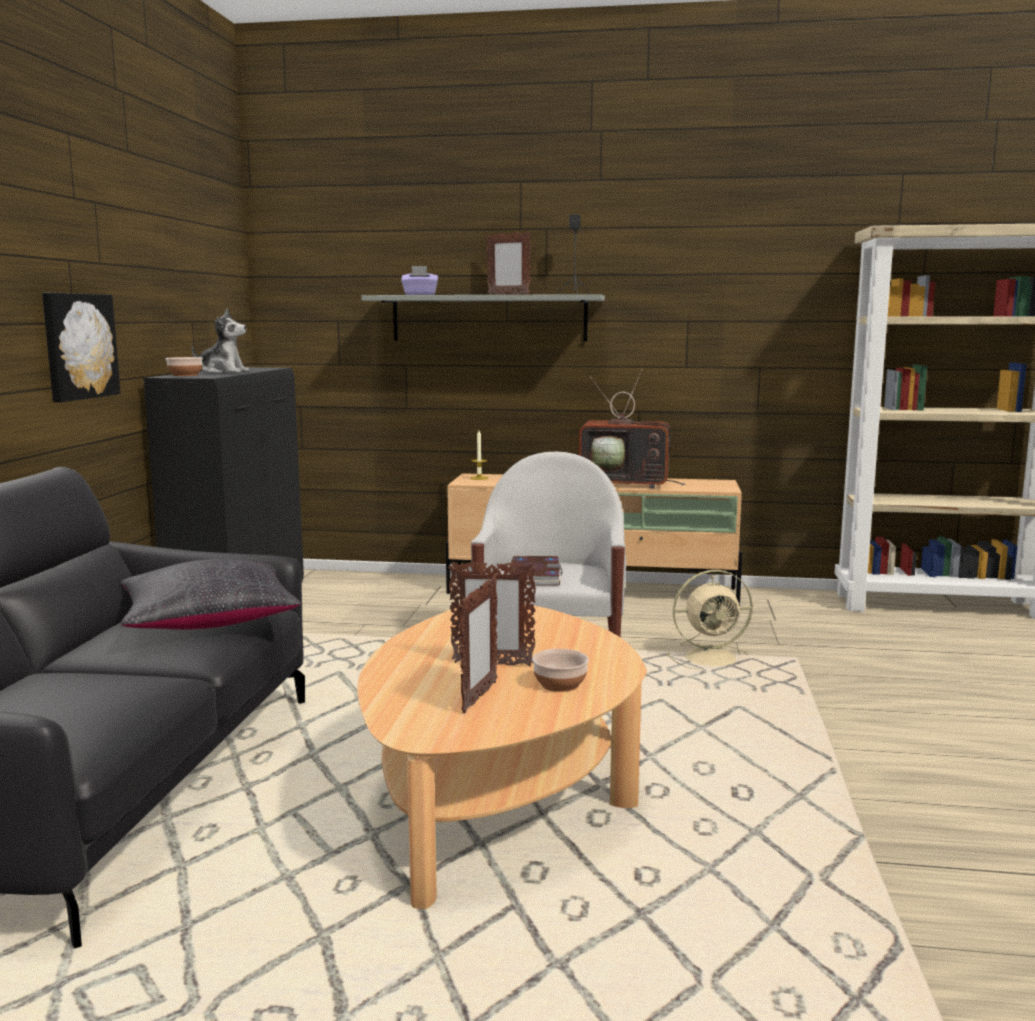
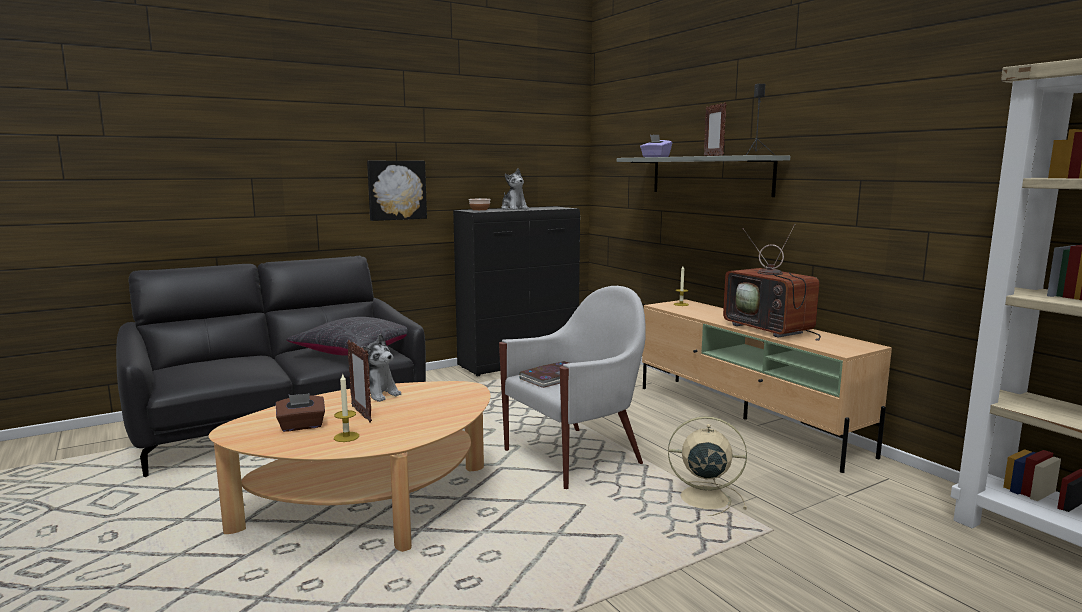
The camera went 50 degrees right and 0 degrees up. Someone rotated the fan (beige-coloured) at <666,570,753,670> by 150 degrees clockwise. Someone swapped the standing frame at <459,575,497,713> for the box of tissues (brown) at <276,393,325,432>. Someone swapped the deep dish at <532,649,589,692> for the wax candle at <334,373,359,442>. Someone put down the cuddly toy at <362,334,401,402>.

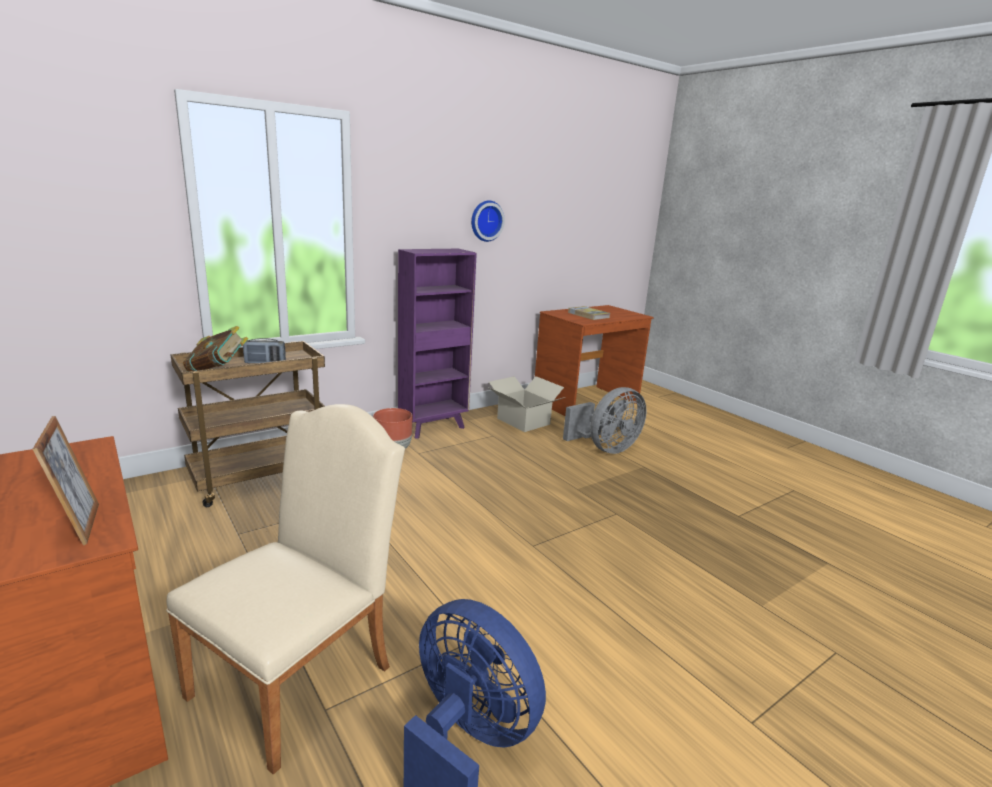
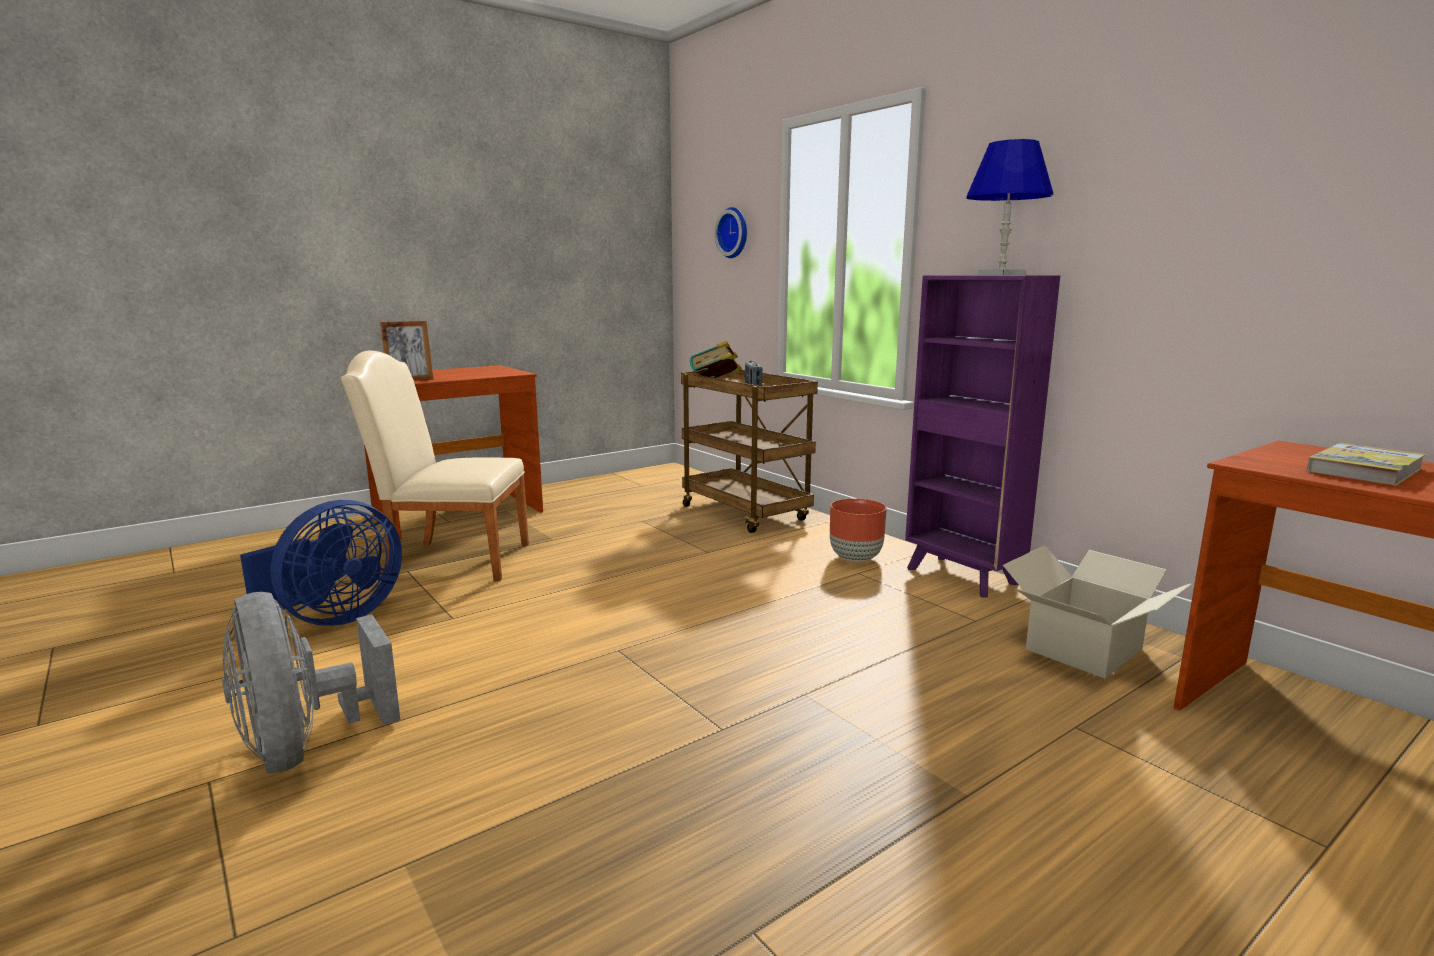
The camera went 90 degrees right and 5 degrees down. Someone carried the wall clock from <471,200,505,242> to <714,207,747,258>. Someone carried the fan (grey) from <563,387,647,454> to <222,592,400,773>. Someone rotated the plain chair (beige-coloured) at <166,404,405,775> by 150 degrees clockwise. Someone put down the tabletop lamp (blue-coloured) at <966,139,1053,275>.

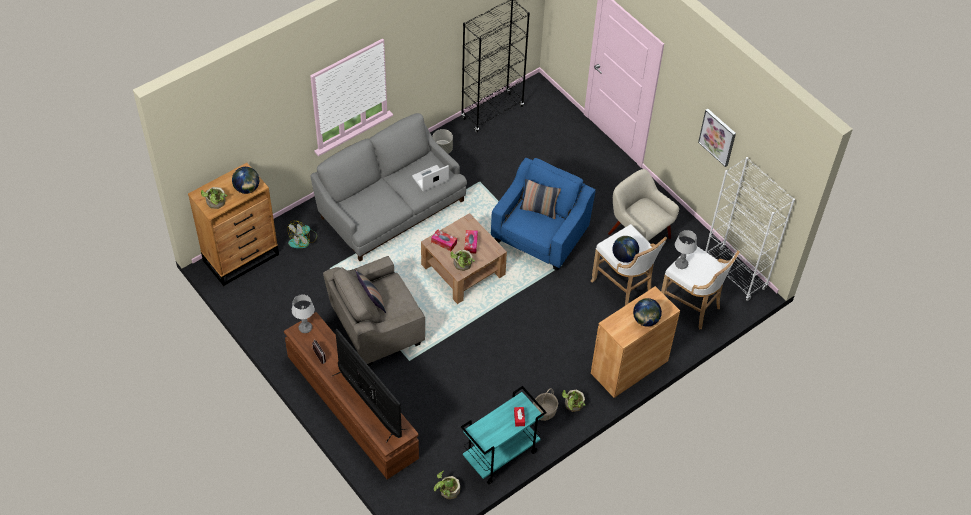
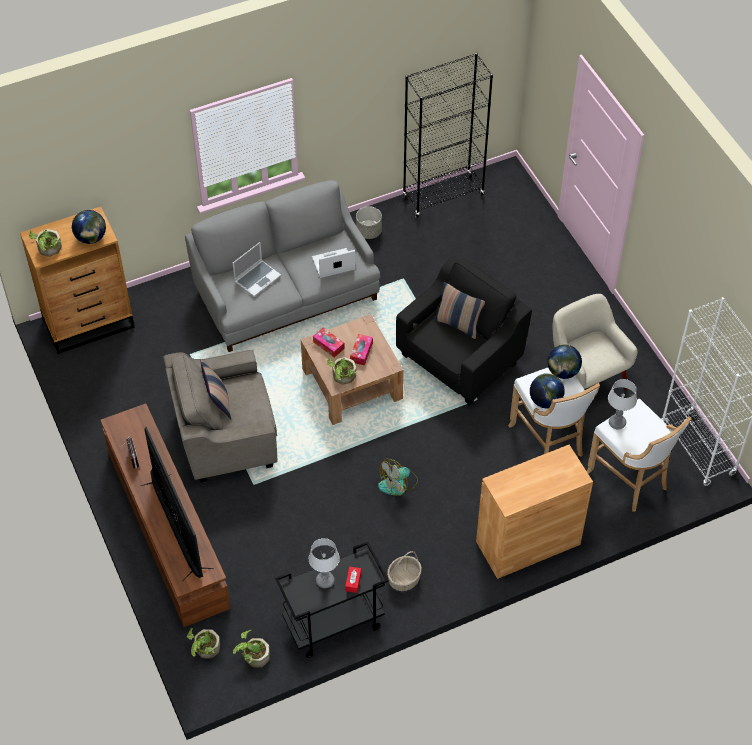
The camera went 15 degrees right and 0 degrees up. Someone took away the picture at <698,109,736,167>. Someone repainted the lounge chair (blue-coloured) at <491,158,596,271>, which became the lounge chair (black) at <396,256,532,405>. Someone carried the fan from <288,221,317,248> to <378,459,418,496>. Someone carried the tabletop lamp from <292,294,315,333> to <309,538,340,588>. Someone carried the globe from <633,298,662,327> to <547,344,582,379>. Someone repainted the wheeled cart (turquoise) at <461,386,547,484>, which became the wheeled cart (black) at <275,541,389,658>. Someone carried the houseplant from <562,390,586,412> to <187,628,220,658>. Someone put down the laptop at <233,242,281,297>.

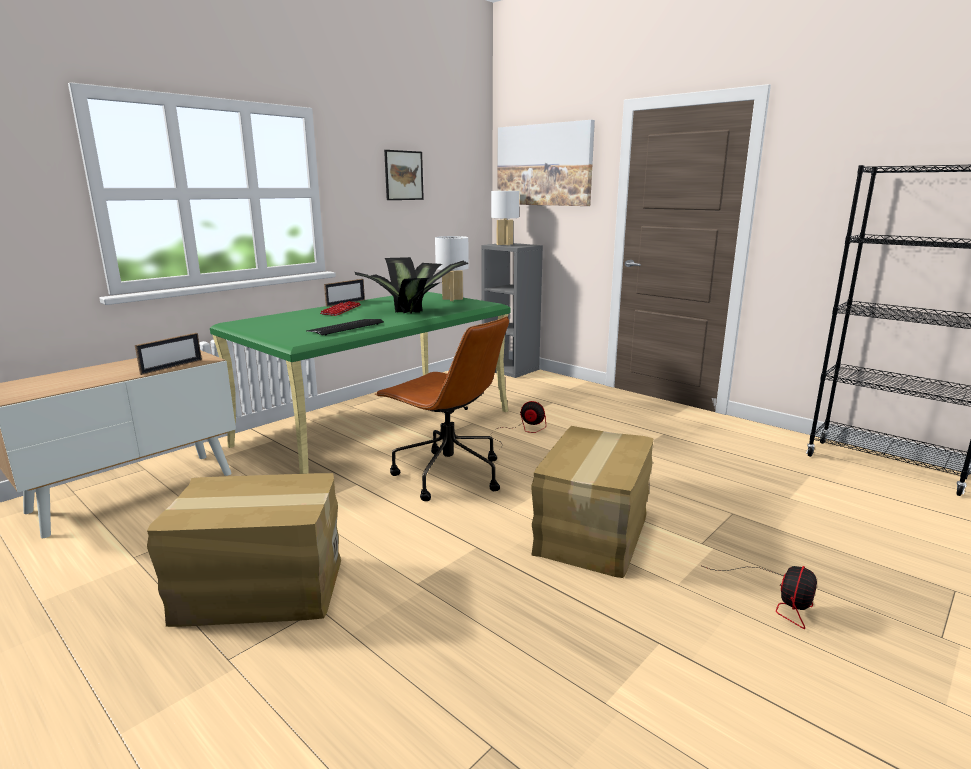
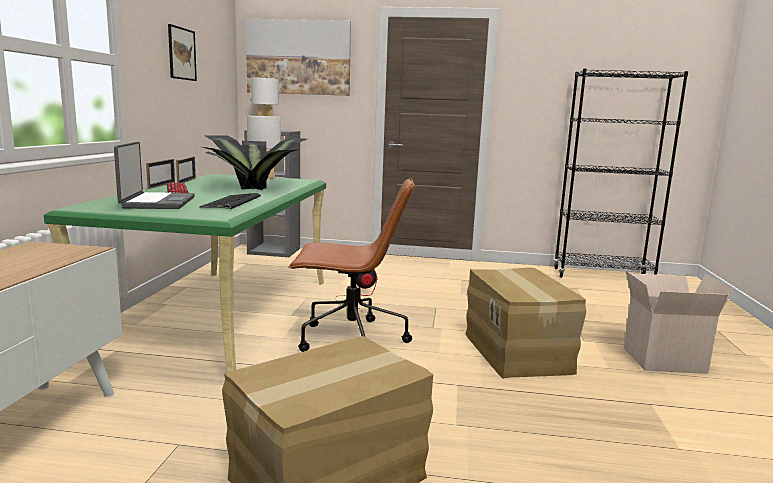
The camera went 35 degrees left and 5 degrees down. Someone carried the standing frame from <135,333,202,375> to <176,157,196,185>. Someone swapped the fan at <702,566,817,629> for the cardboard box at <624,270,734,374>. Someone put down the laptop at <114,142,195,209>.

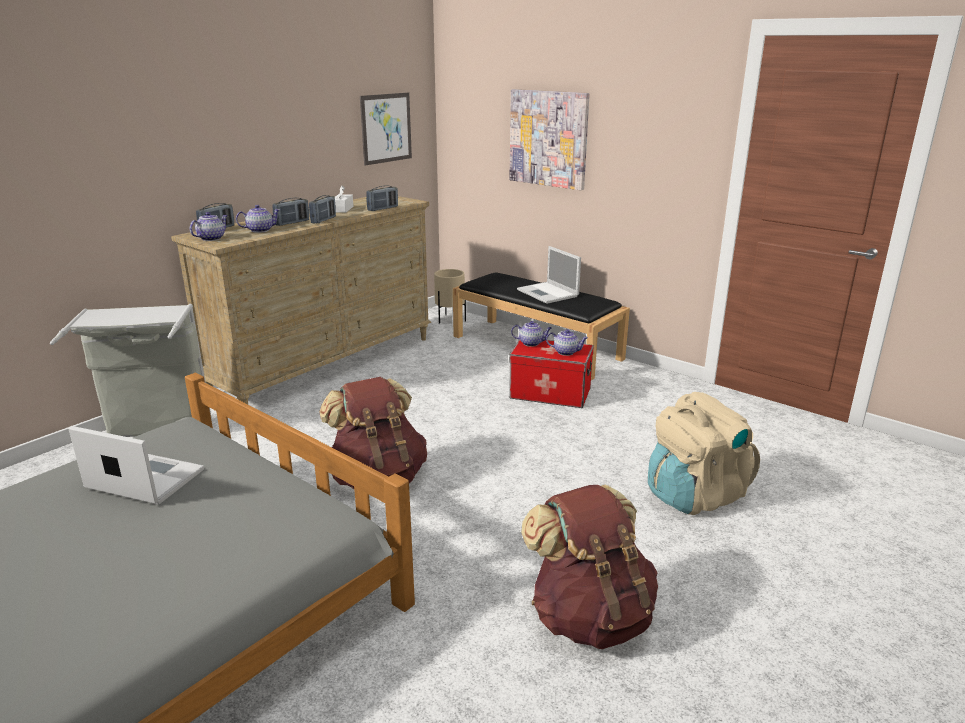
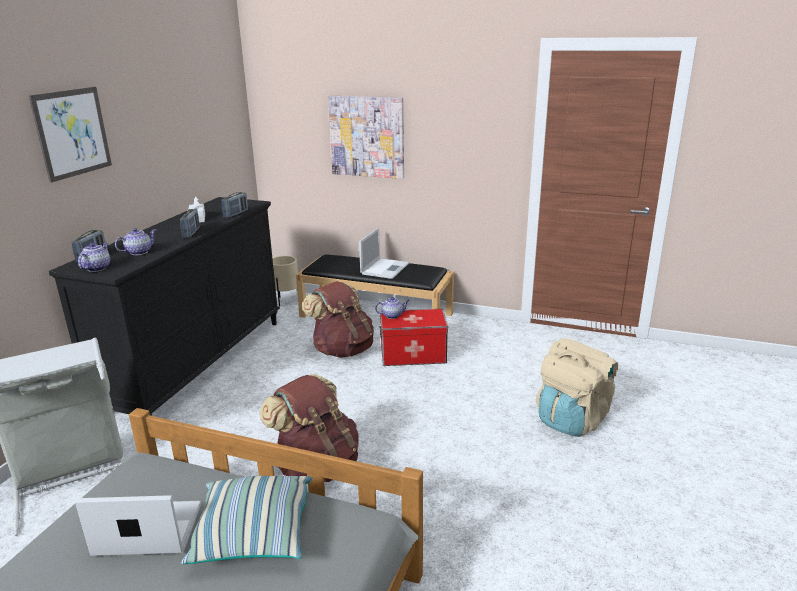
The camera went 20 degrees left and 0 degrees up. Someone carried the picture from <360,93,412,166> to <29,87,112,183>. Someone repainted the dresser (beige-coloured) at <171,196,432,404>, which became the dresser (black) at <49,197,280,416>. Someone took away the radio set at <272,198,309,226>. Someone rotated the laptop at <517,246,581,304> by 105 degrees counterclockwise. Someone took away the pot for tea at <546,329,588,356>. Someone carried the knapsack (brown) from <521,485,658,649> to <302,281,374,358>. Someone put down the throw pillow at <181,476,312,564>.

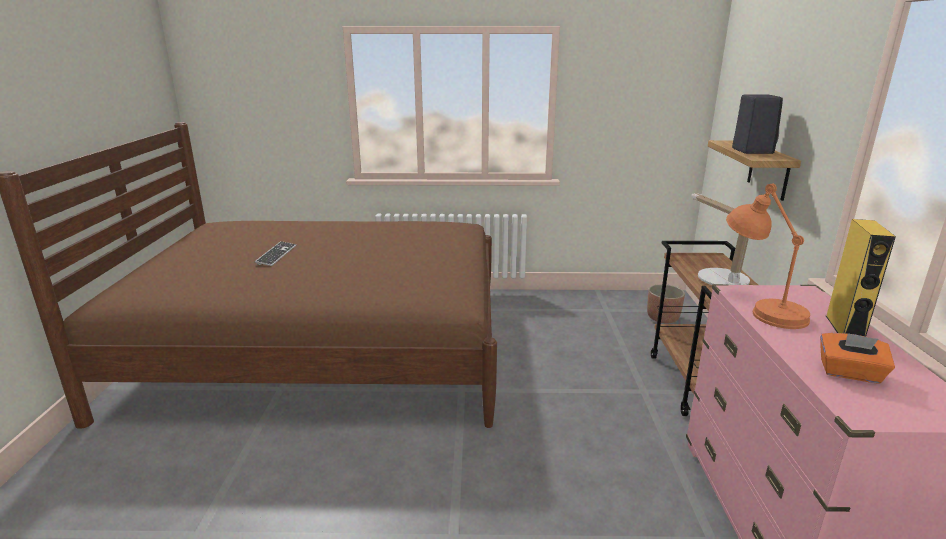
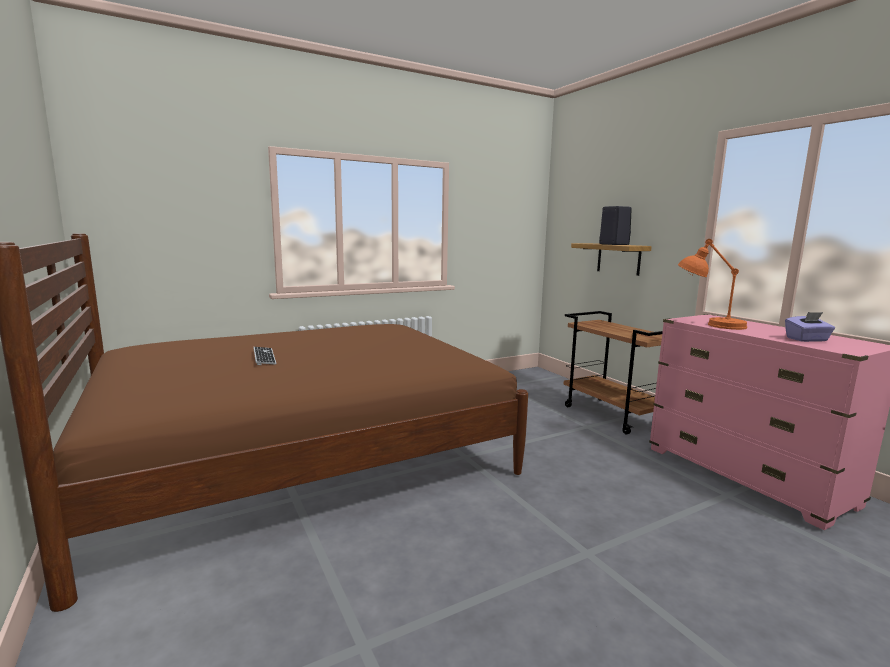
The camera went 30 degrees left and 10 degrees down. Someone took away the tabletop lamp at <691,193,750,285>. Someone took away the speaker (yellow) at <826,219,896,337>. Someone took away the planter at <647,284,685,323>. Someone repainted the box of tissues (orange) at <820,333,895,384>, which became the box of tissues (purple-coloured) at <785,312,835,342>.

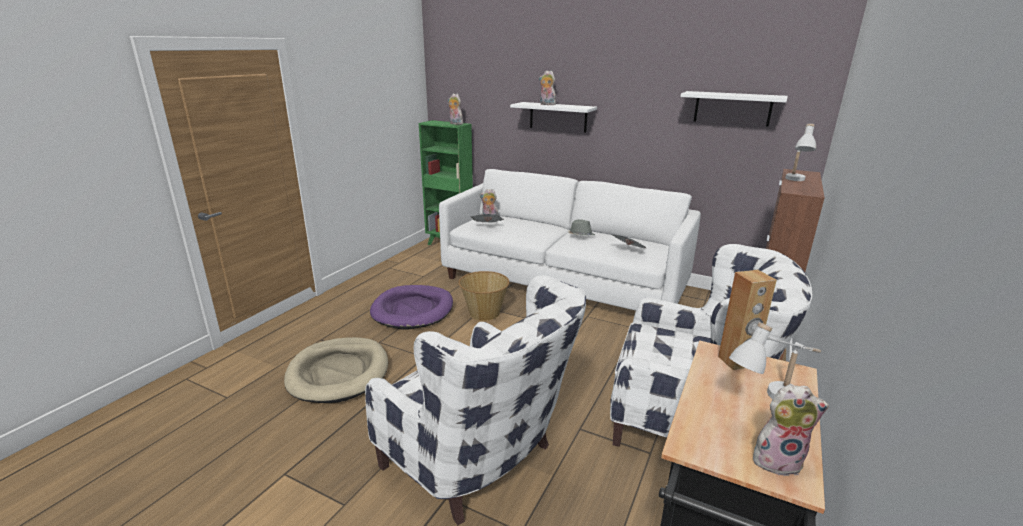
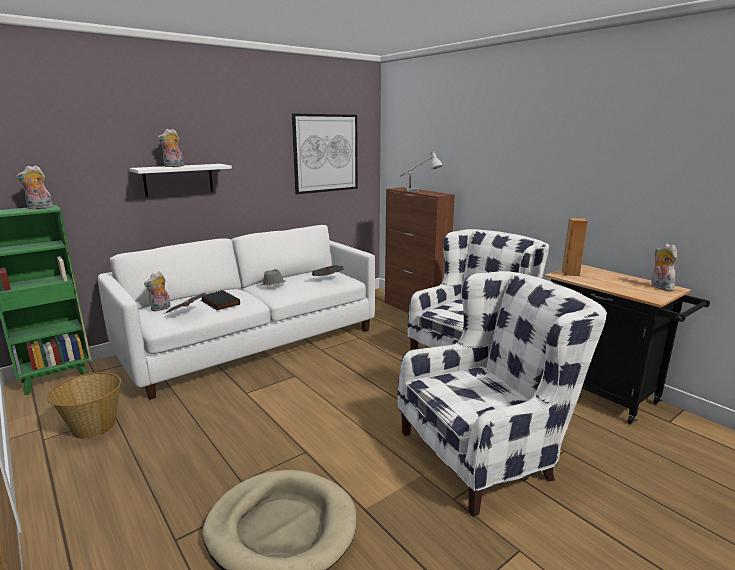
The camera went 65 degrees left and 5 degrees down. Someone swapped the bracket shelf (white) at <681,91,788,127> for the picture at <292,114,358,194>. Someone carried the storage basket from <459,271,509,321> to <47,372,121,439>. Someone took away the pet bed (purple-coloured) at <370,285,453,329>. Someone took away the tabletop lamp (white) at <729,322,821,399>. Someone rotated the cuddly toy at <753,384,829,476> by 45 degrees counterclockwise. Someone put down the book (black) at <201,290,240,310>.

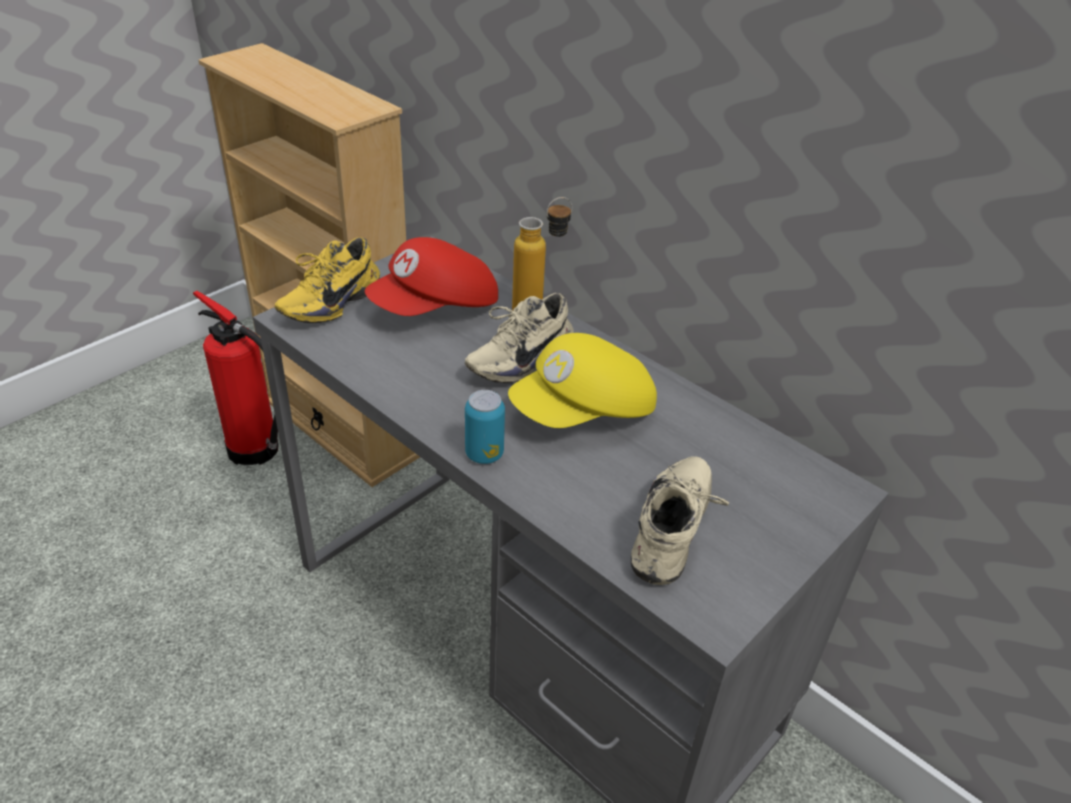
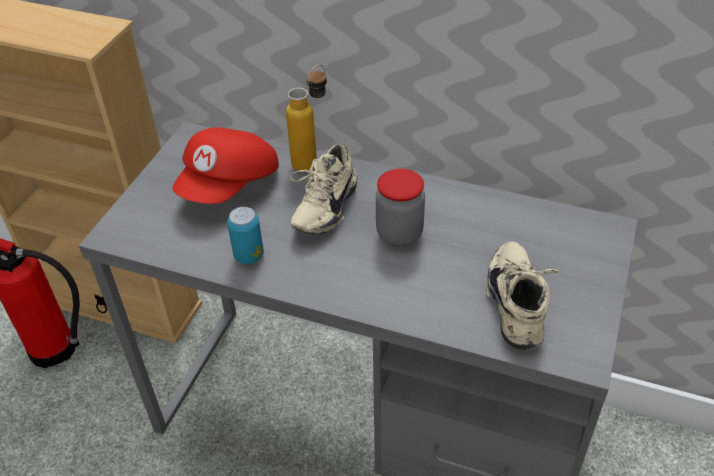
The camera went 20 degrees left and 5 degrees up. Someone took away the low shoe (yellow) at <275,237,380,323>. Someone swapped the cap (yellow) at <508,333,657,428> for the jar at <376,169,425,246>. Someone carried the sealed can from <465,390,505,464> to <227,207,264,264>.

